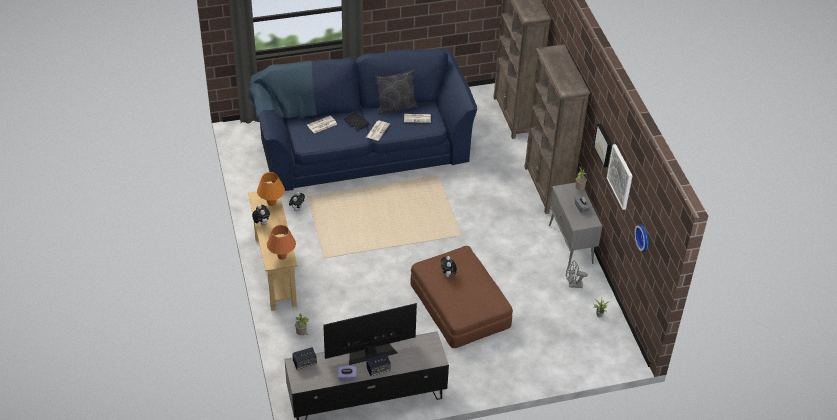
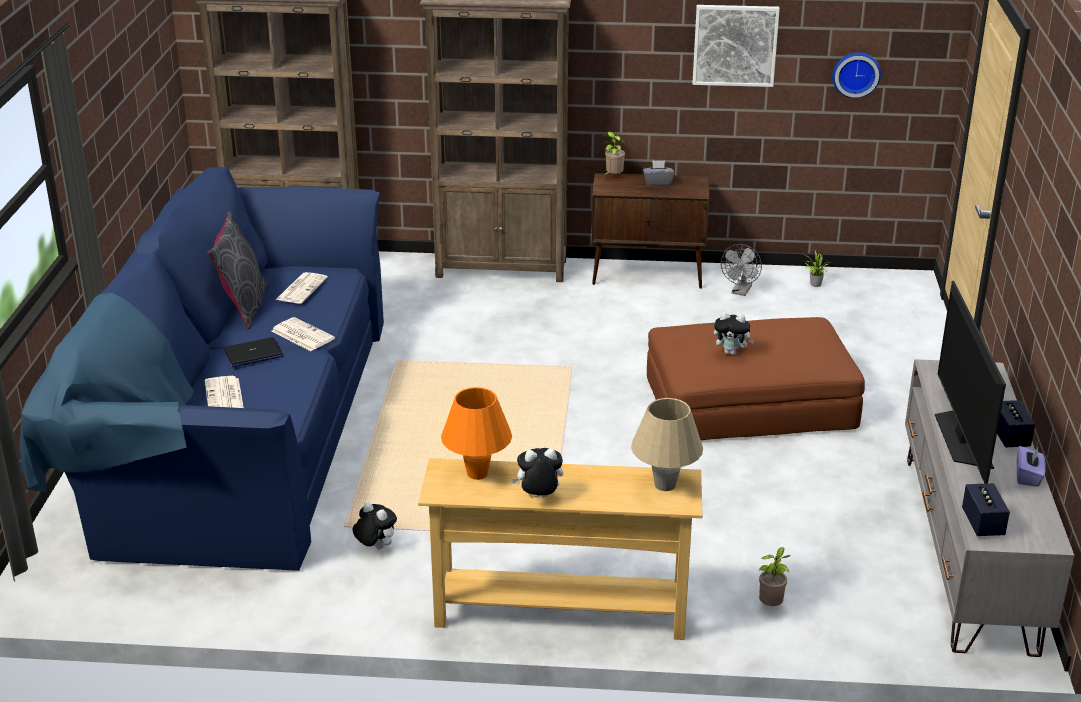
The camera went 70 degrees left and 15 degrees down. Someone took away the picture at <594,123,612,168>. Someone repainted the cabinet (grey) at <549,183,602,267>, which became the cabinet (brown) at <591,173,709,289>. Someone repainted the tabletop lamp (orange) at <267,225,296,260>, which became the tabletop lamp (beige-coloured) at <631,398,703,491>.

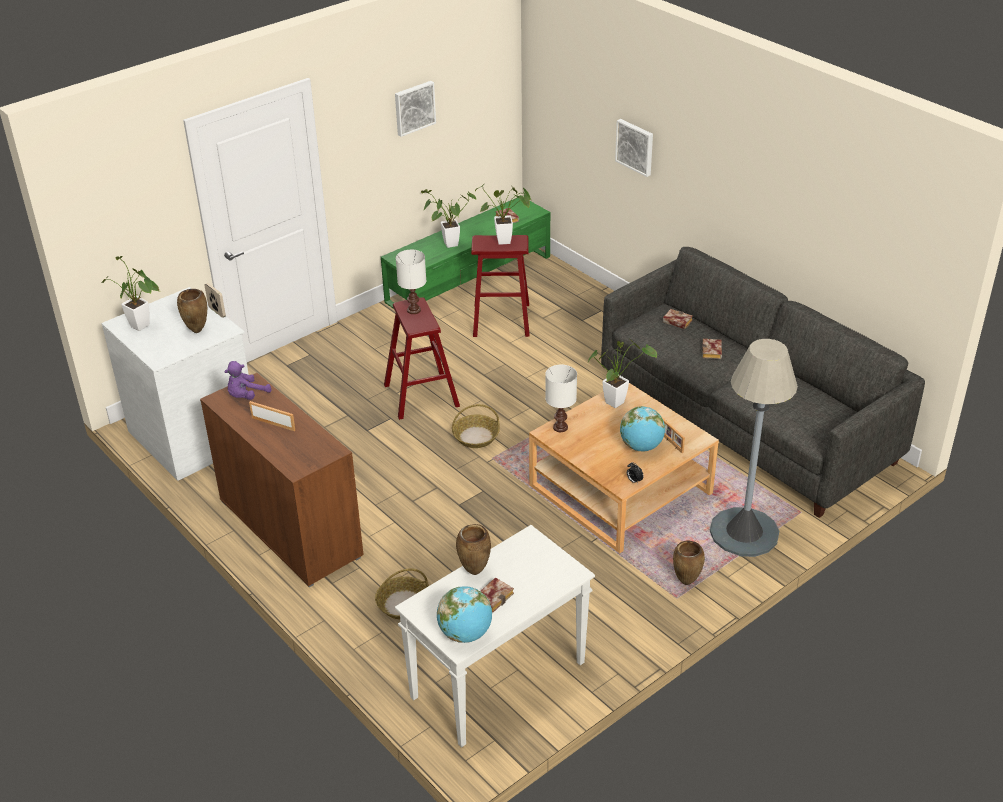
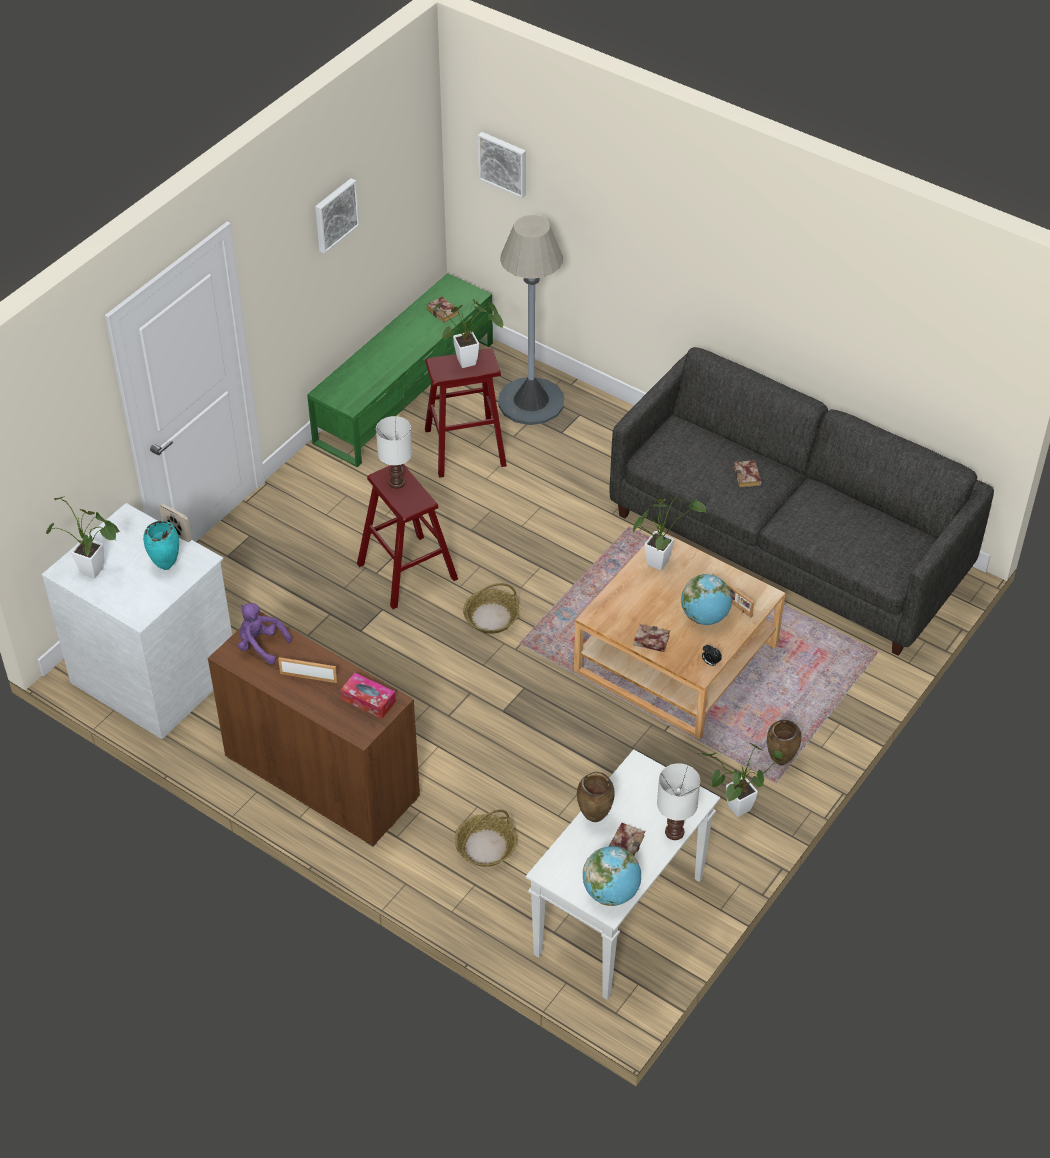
The camera went 15 degrees left and 10 degrees up. Someone carried the picture from <615,119,653,177> to <478,132,526,198>. Someone carried the houseplant from <421,189,476,248> to <698,743,784,817>. Someone repainted the vase (brown) at <177,289,207,333>, which became the vase (turquoise) at <143,521,179,570>. Someone carried the book from <663,309,693,329> to <634,624,670,652>. Someone carried the standing lamp (grey) from <710,339,798,557> to <498,215,564,425>. Someone rotated the cuddly toy (purple-coloured) at <224,361,271,400> by 90 degrees clockwise. Someone carried the tabletop lamp (white) from <545,365,577,432> to <657,763,700,840>. Someone put down the box of tissues at <341,673,396,719>.

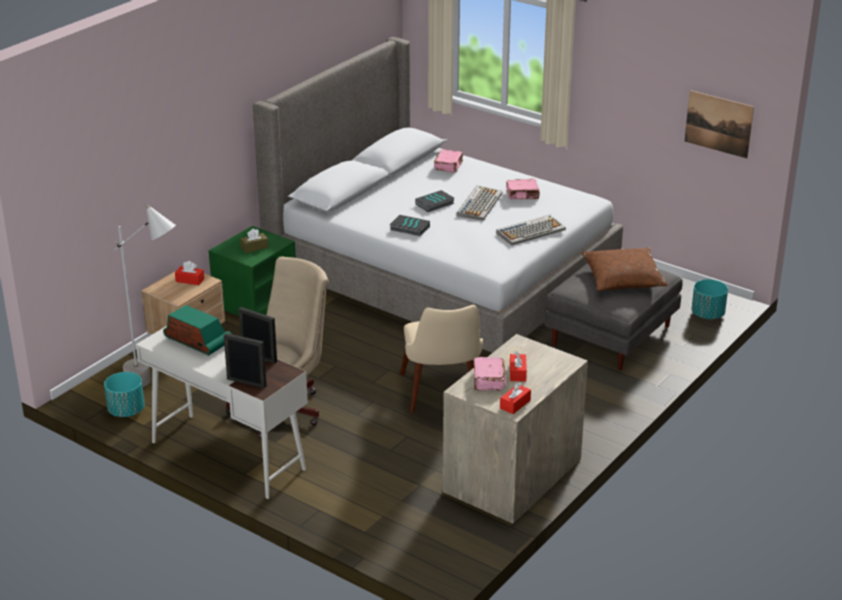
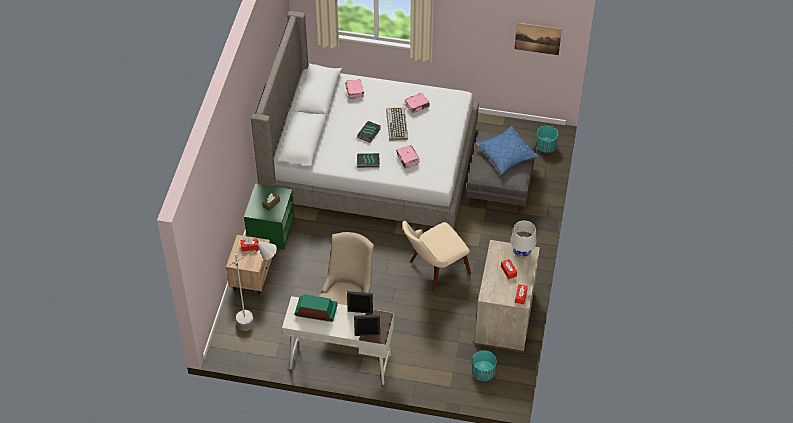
The camera went 25 degrees left and 20 degrees up. Someone took away the keyboard at <496,215,566,245>. Someone repainted the throw pillow (brown) at <582,247,668,291>, which became the throw pillow (blue-coloured) at <475,126,539,175>. Someone rotated the plain chair (beige-coloured) at <400,305,483,413> by 90 degrees clockwise. Someone carried the book (pinkish) from <473,357,506,391> to <396,145,420,168>. Someone carried the planter (turquoise) from <104,372,145,417> to <472,350,497,381>. Someone put down the tabletop lamp (white) at <510,221,536,258>.

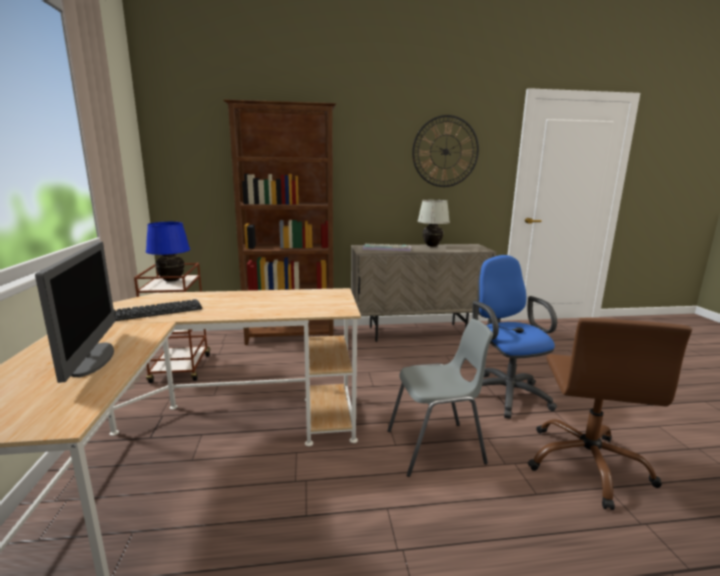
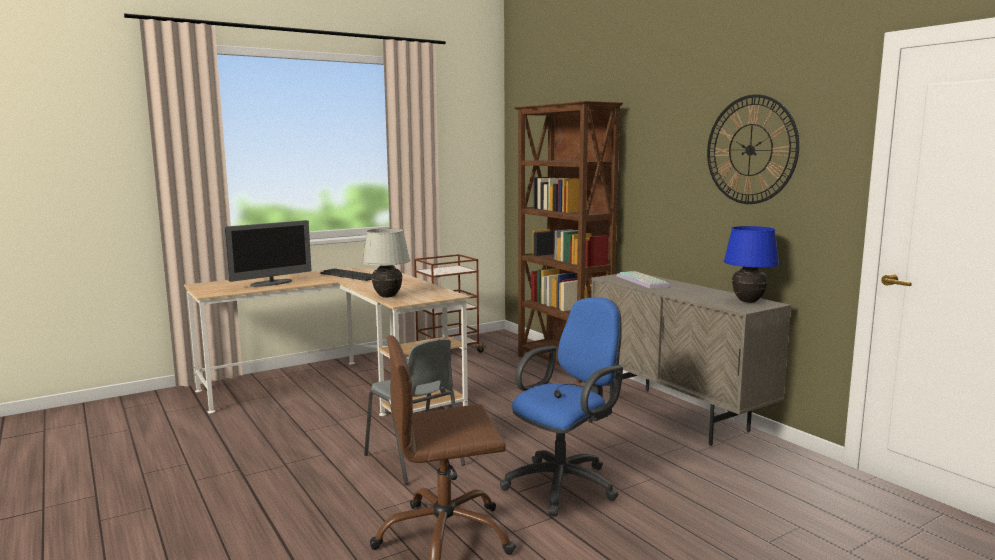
The camera went 65 degrees right and 5 degrees down. Someone carried the tabletop lamp (white) from <417,200,450,247> to <363,228,410,298>. Someone carried the tabletop lamp (blue-coloured) from <146,222,190,282> to <724,226,779,303>.

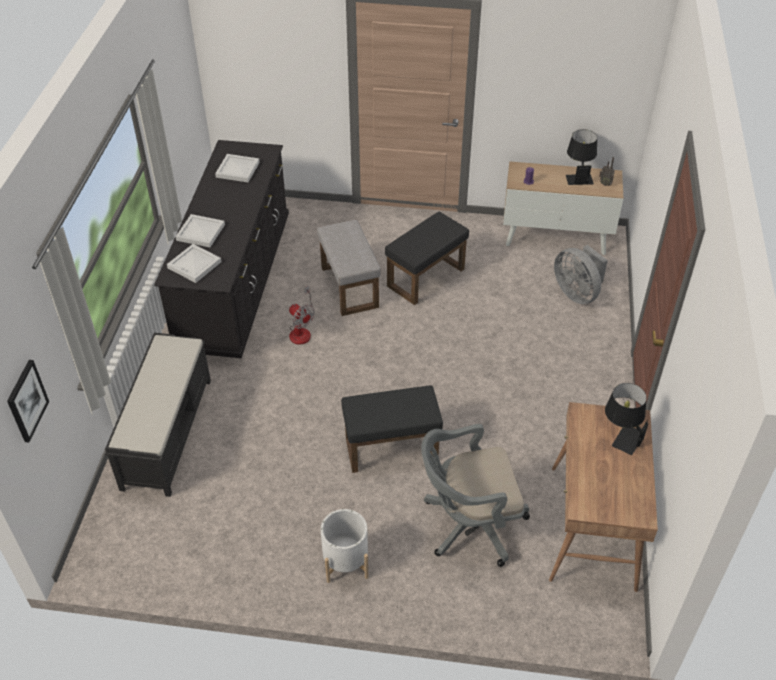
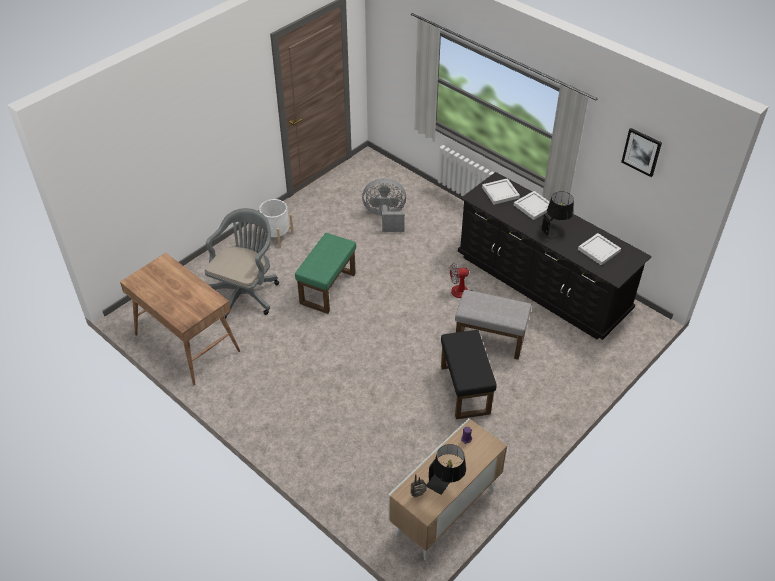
The camera went 125 degrees right and 0 degrees up. Someone carried the fan (grey) from <554,245,608,304> to <362,178,406,232>. Someone took away the indoor bench (black) at <105,333,211,497>. Someone carried the picture from <7,360,49,443> to <621,128,662,177>. Someone carried the tabletop lamp (black) from <605,383,649,455> to <540,191,574,240>. Someone repainted the footrest (black) at <341,385,443,473>, which became the footrest (green) at <295,233,356,314>.

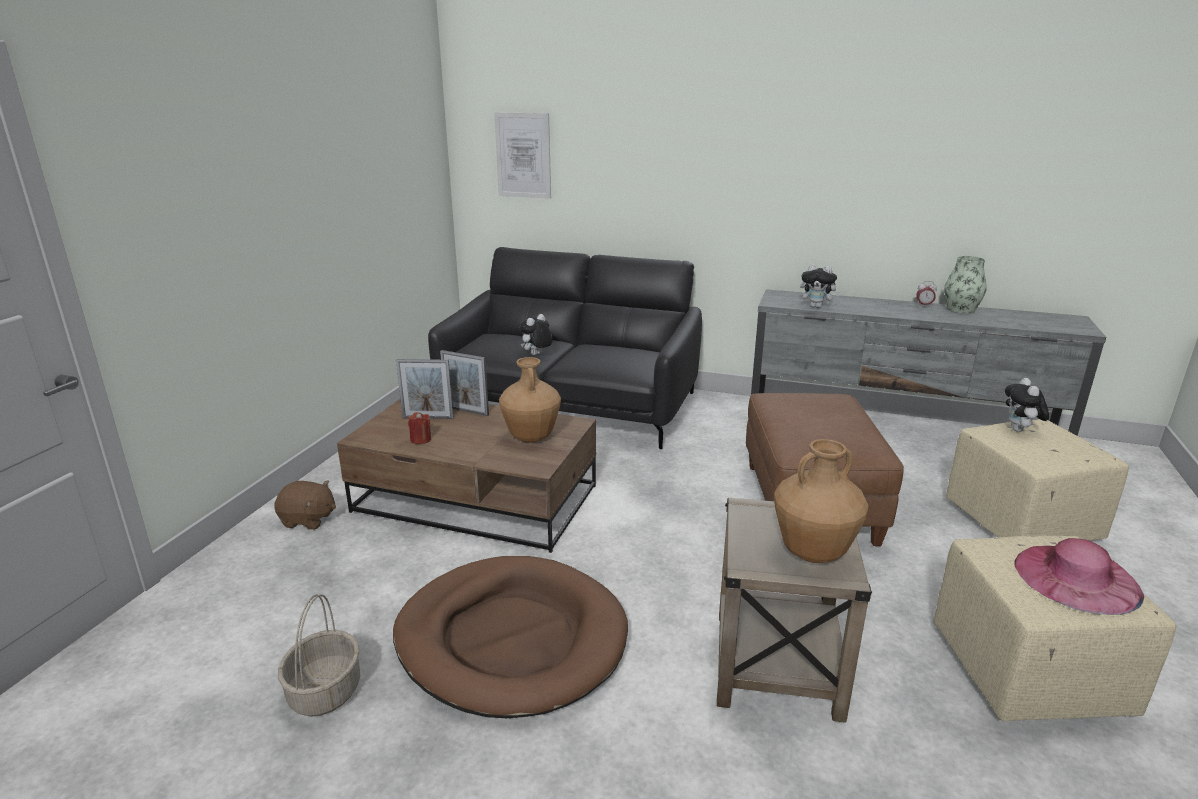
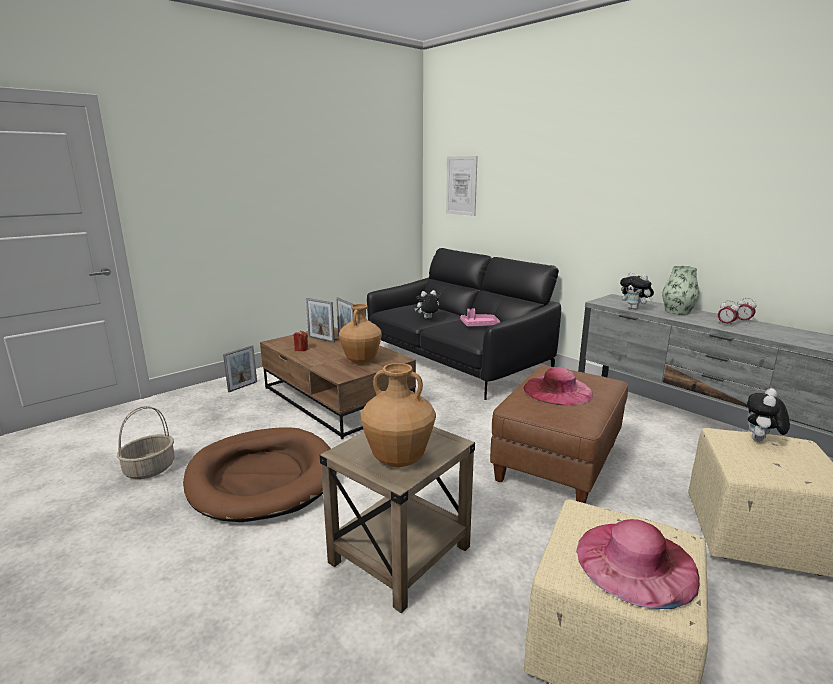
The camera went 30 degrees right and 5 degrees down. Someone carried the vase from <944,256,987,314> to <662,266,699,315>. Someone swapped the cuddly toy (brown) at <274,480,336,530> for the standing frame at <223,345,257,392>. Someone put down the alarm clock at <718,301,739,326>. Someone put down the tray (pinkish) at <460,308,500,327>. Someone put down the hat (pinkish) at <523,367,593,405>.

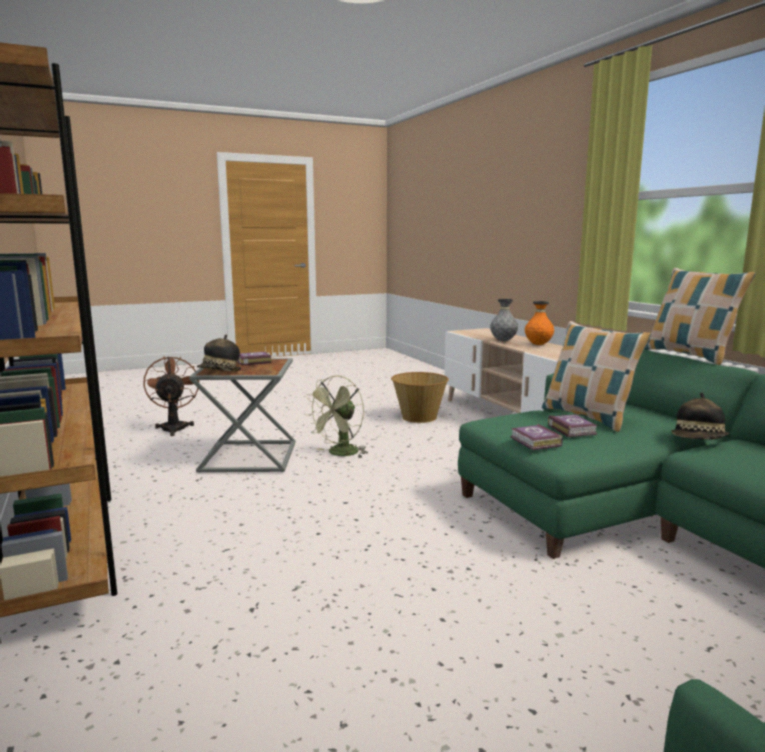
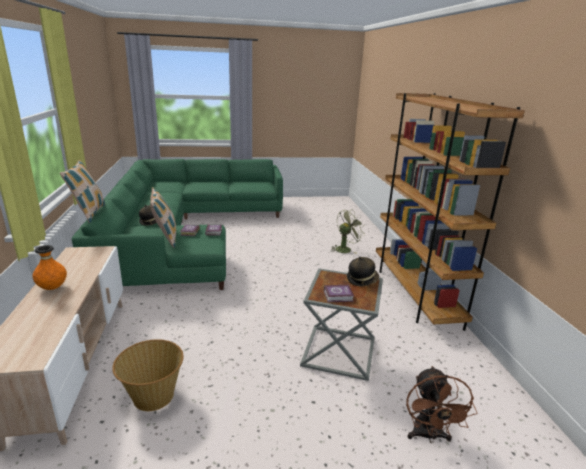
The camera went 165 degrees left and 10 degrees up. Someone took away the vase (grey) at <490,299,518,341>. Someone carried the fan (green) from <305,375,367,458> to <332,209,365,254>.

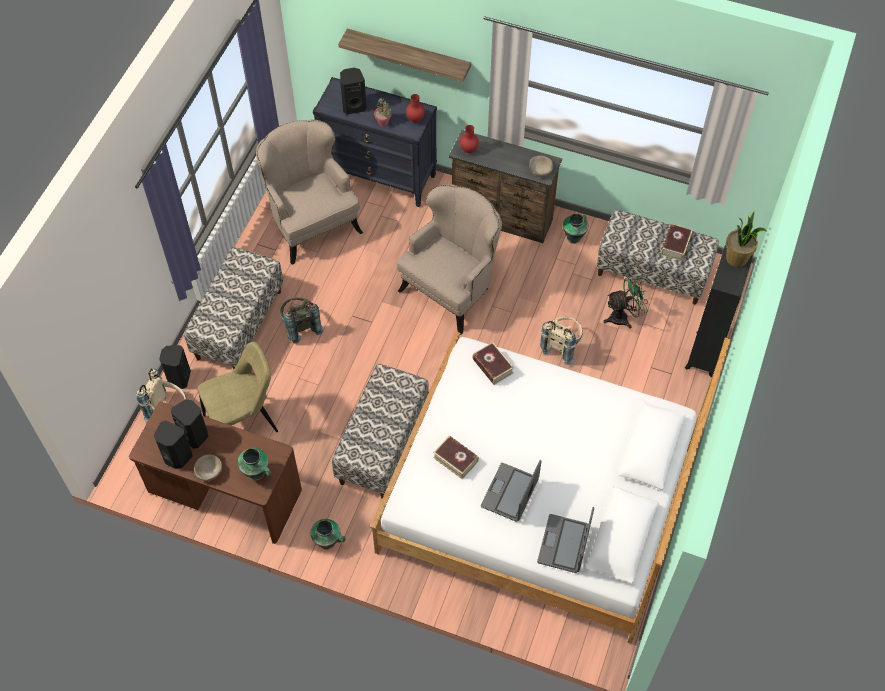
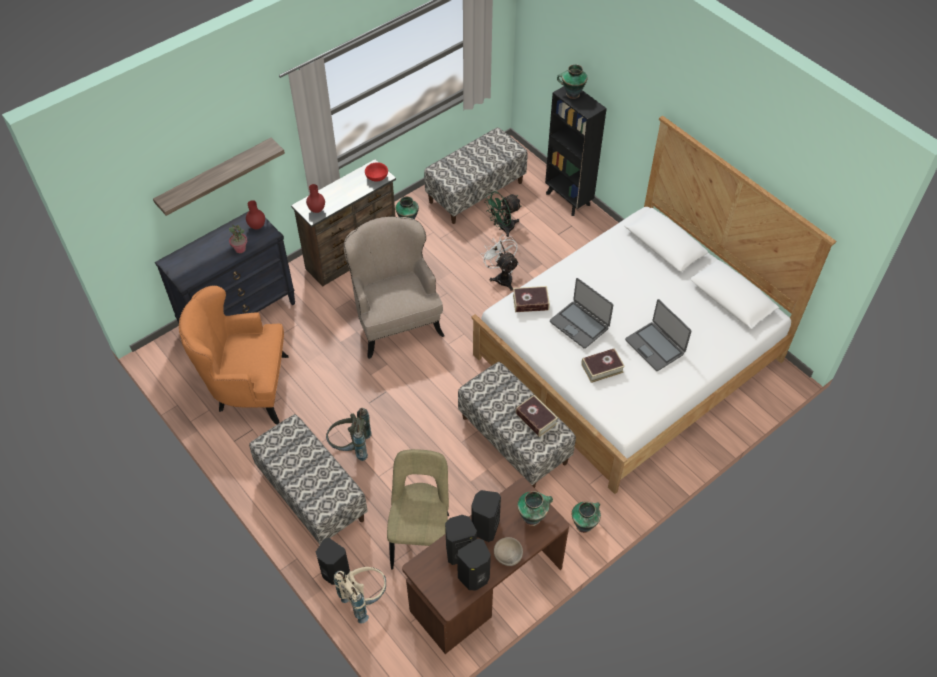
The camera went 60 degrees left and 5 degrees down. Someone carried the speaker (black) from <340,68,367,114> to <472,490,501,542>. Someone repainted the lounge chair (beige-coloured) at <256,119,363,265>, which became the lounge chair (orange) at <179,285,289,424>. Someone repainted the deep dish (beige-coloured) at <529,156,553,177>, which became the deep dish (red) at <365,162,388,181>. Someone swapped the houseplant at <726,212,767,267> for the vase at <557,64,588,99>. Someone carried the book from <661,223,693,261> to <516,395,558,437>. Someone rotated the fan (green) at <603,276,648,328> by 135 degrees counterclockwise. Someone swapped the knapsack (beige-coloured) at <540,317,583,365> for the fan (white) at <481,234,519,291>. Someone carried the laptop from <537,507,594,573> to <550,278,613,349>.

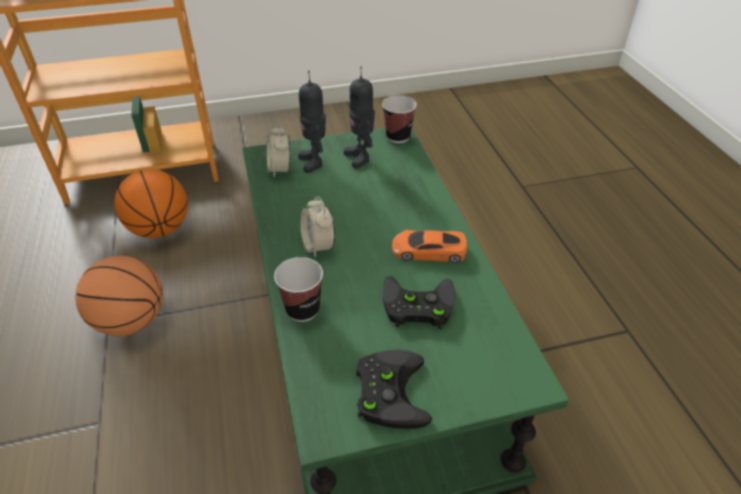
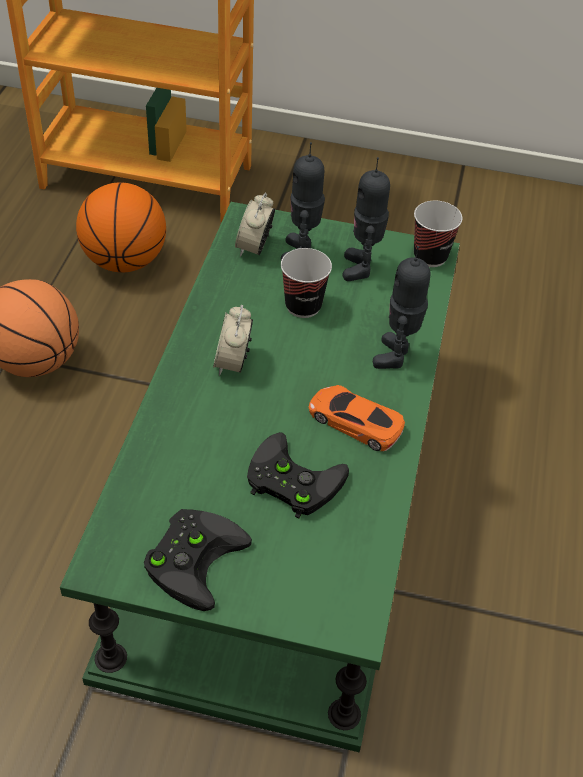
The camera went 25 degrees right and 5 degrees up. Someone carried the cup from <274,257,323,322> to <281,248,332,318>. Someone put down the toy robot at <373,246,430,369>.

